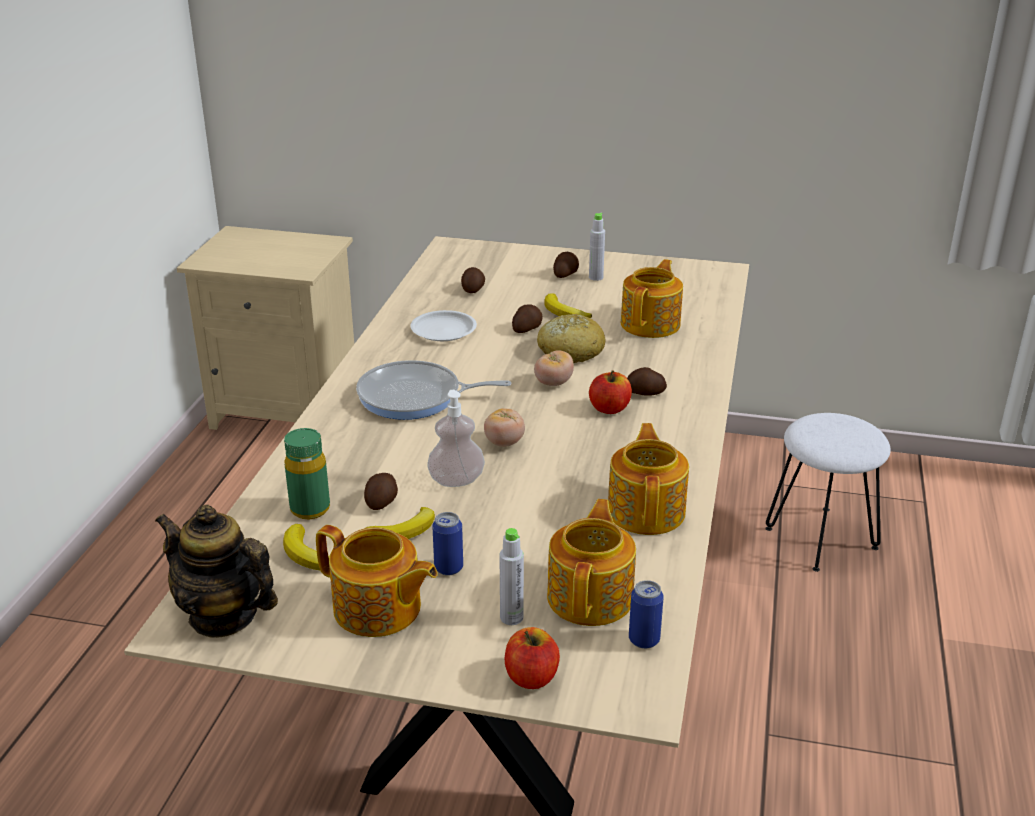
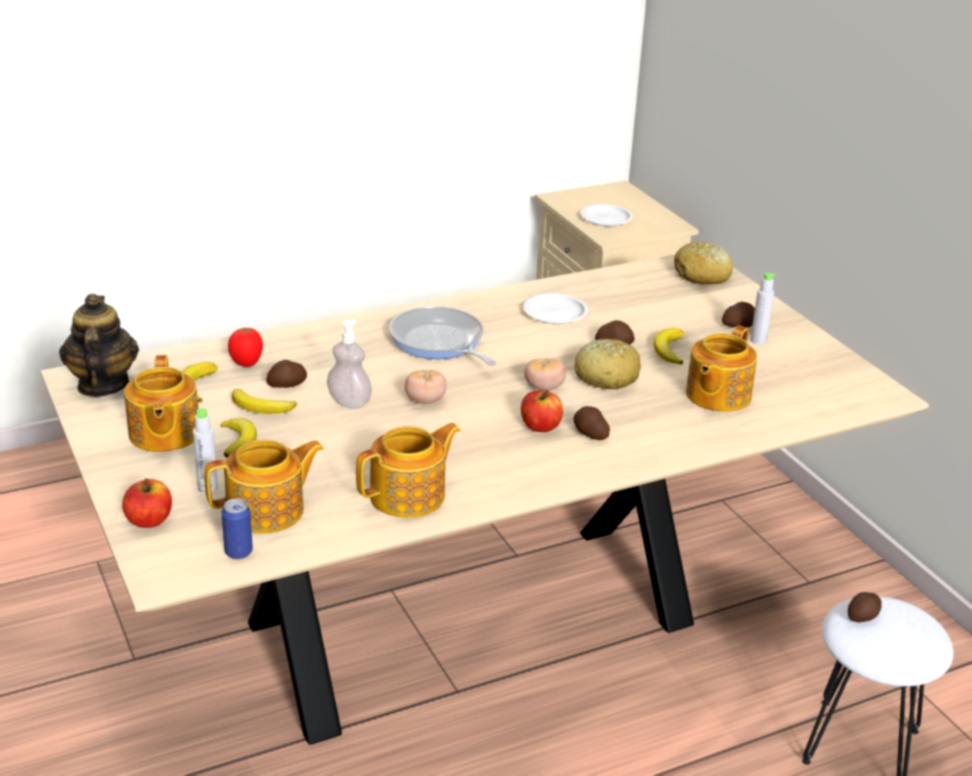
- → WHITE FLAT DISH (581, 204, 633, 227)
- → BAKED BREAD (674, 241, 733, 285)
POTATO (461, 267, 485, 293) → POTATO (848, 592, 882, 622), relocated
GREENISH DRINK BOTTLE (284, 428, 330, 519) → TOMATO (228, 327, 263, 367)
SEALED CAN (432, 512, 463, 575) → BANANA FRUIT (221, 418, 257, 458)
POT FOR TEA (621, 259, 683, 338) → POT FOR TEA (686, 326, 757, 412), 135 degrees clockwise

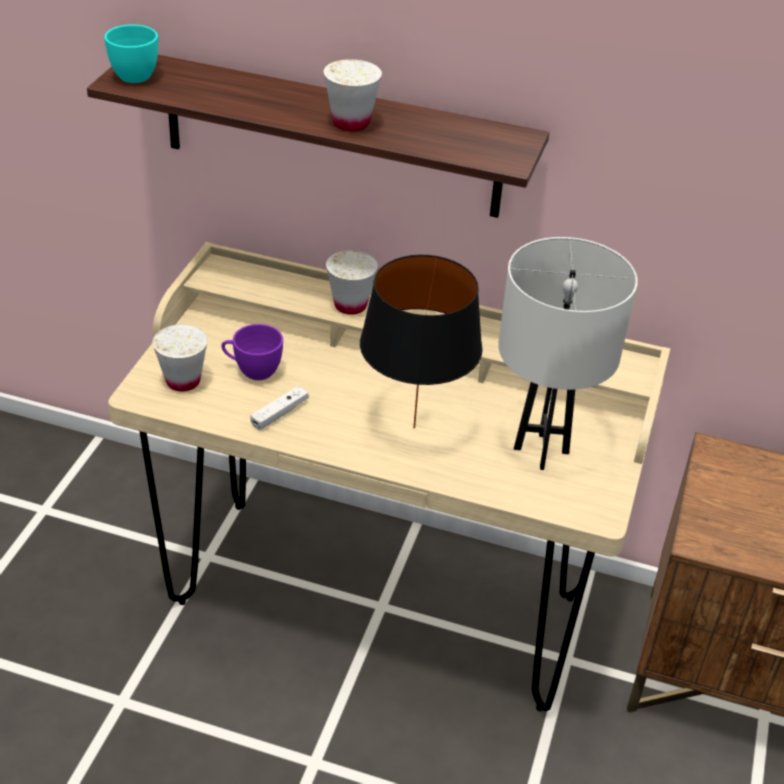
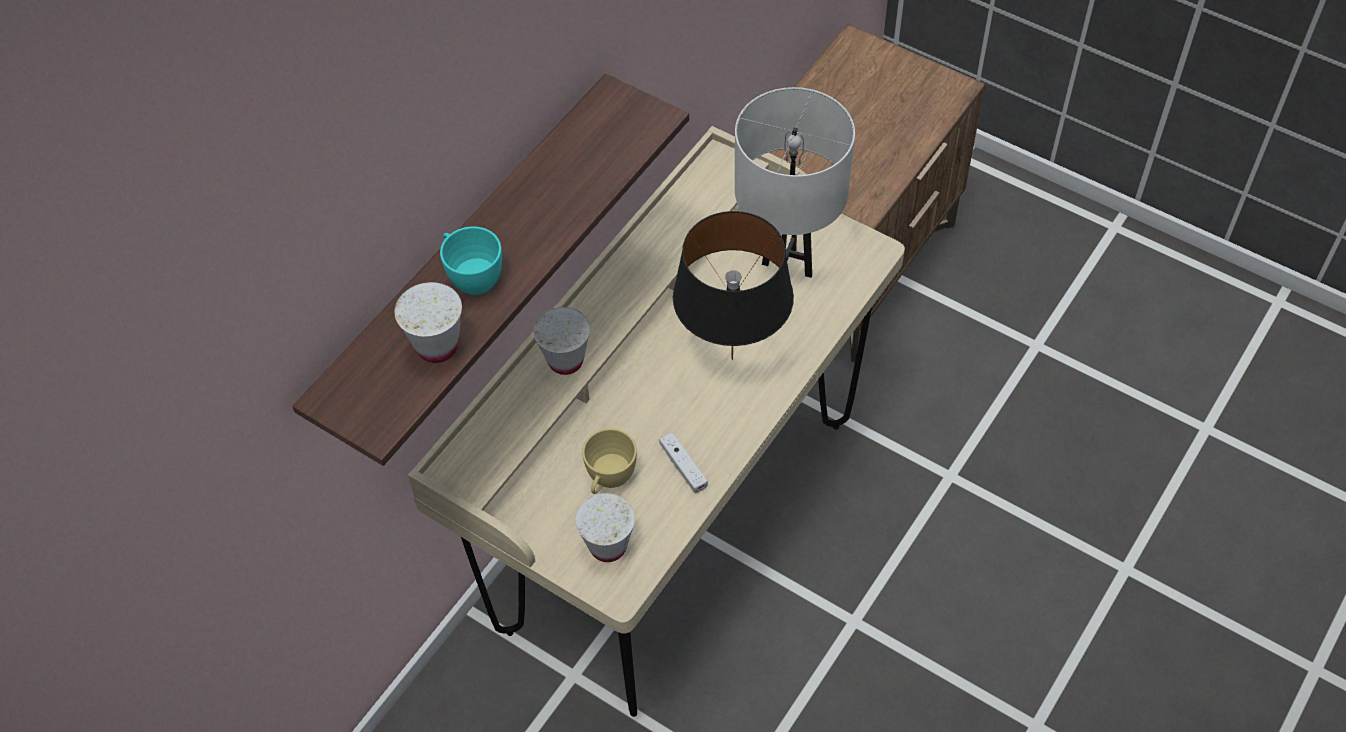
TURQUOISE CUP (104, 25, 159, 83) → TURQUOISE CUP (440, 226, 502, 295), relocated
WHITE CUP (323, 59, 382, 132) → WHITE CUP (394, 282, 462, 363), relocated
PURPLE-COLOURED CUP (221, 324, 283, 380) → YELLOW-COLOURED CUP (582, 428, 637, 494)

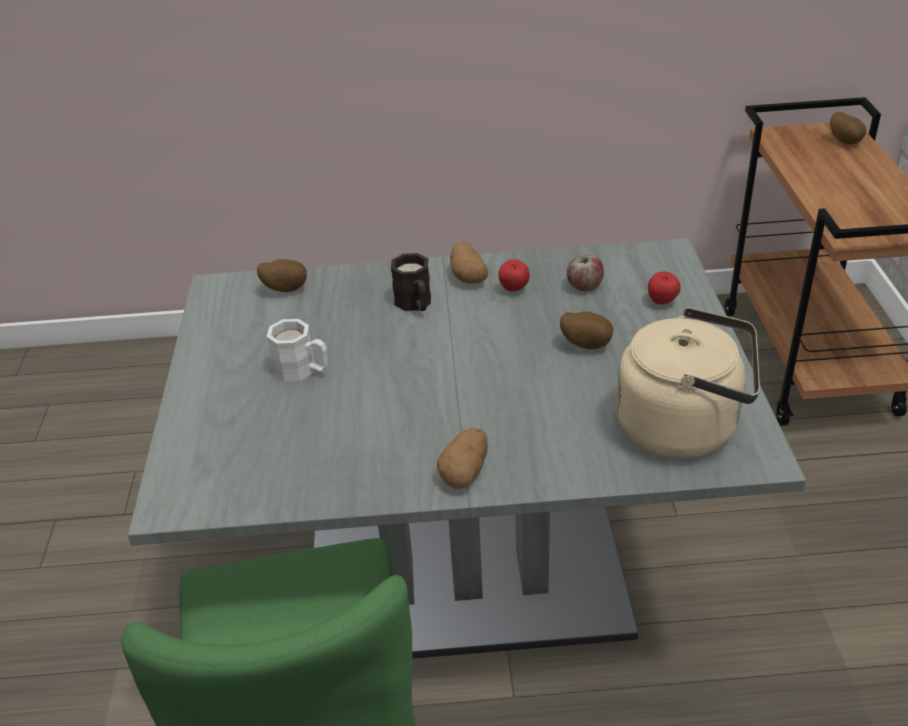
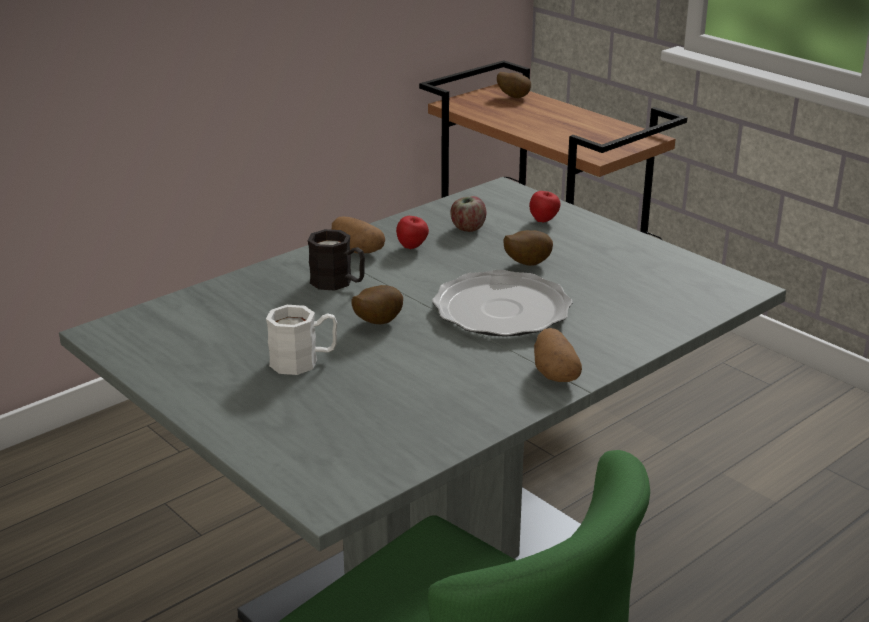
BEIGE WATER KETTLE (616, 307, 760, 458) → -
- → FLAT DISH (432, 270, 573, 337)
POTATO (257, 259, 307, 292) → POTATO (351, 285, 403, 324), relocated

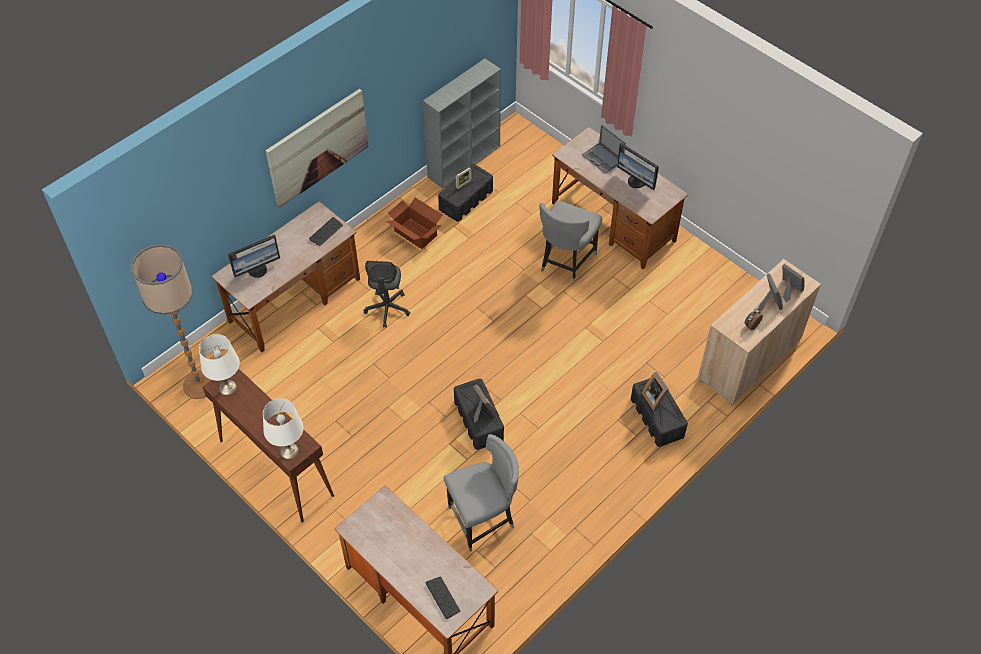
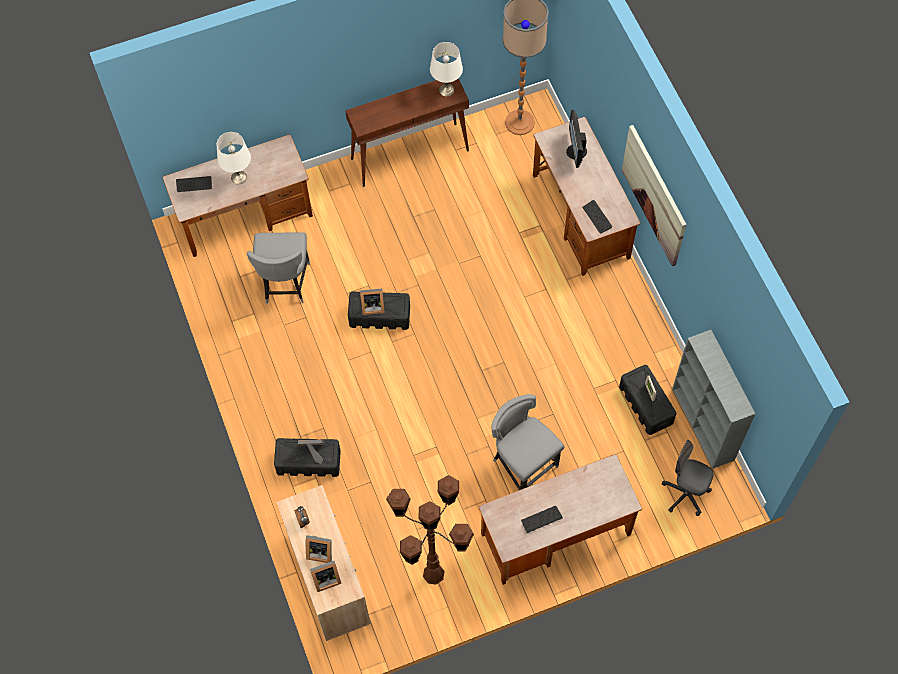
CARTON (386, 197, 442, 249) → -
LAPTOP (582, 125, 626, 174) → -
- → BROWN-COLOURED STANDING LAMP (386, 475, 474, 585)
WHITE TABLE LAMP (263, 398, 304, 459) → WHITE TABLE LAMP (217, 132, 251, 184), relocated
GREYISH DESK CHAIR (363, 261, 410, 328) → GREYISH DESK CHAIR (662, 440, 714, 516), relocated
COMPUTER DISPLAY (617, 143, 659, 190) → PC KEYBOARD (521, 506, 563, 533)

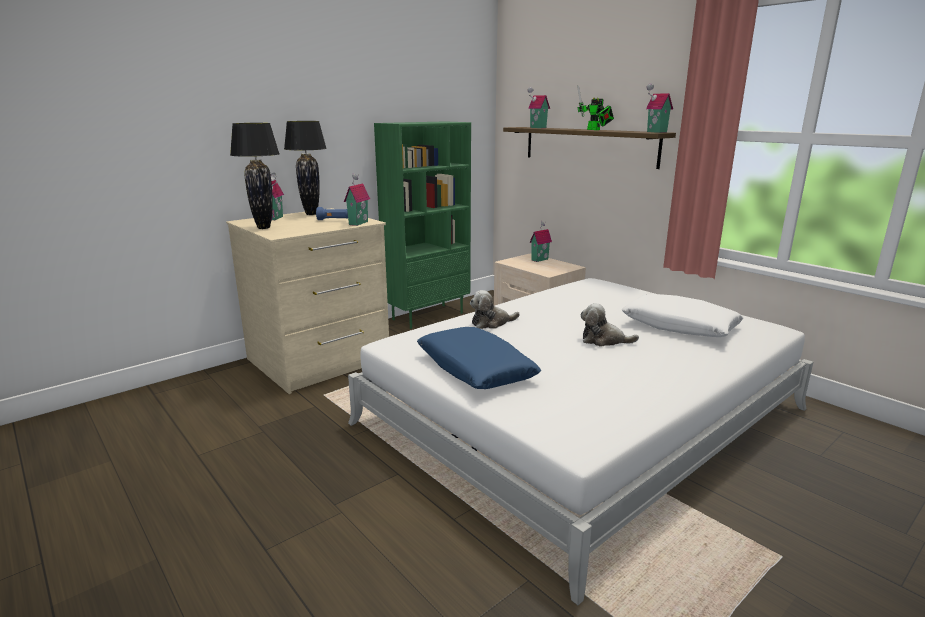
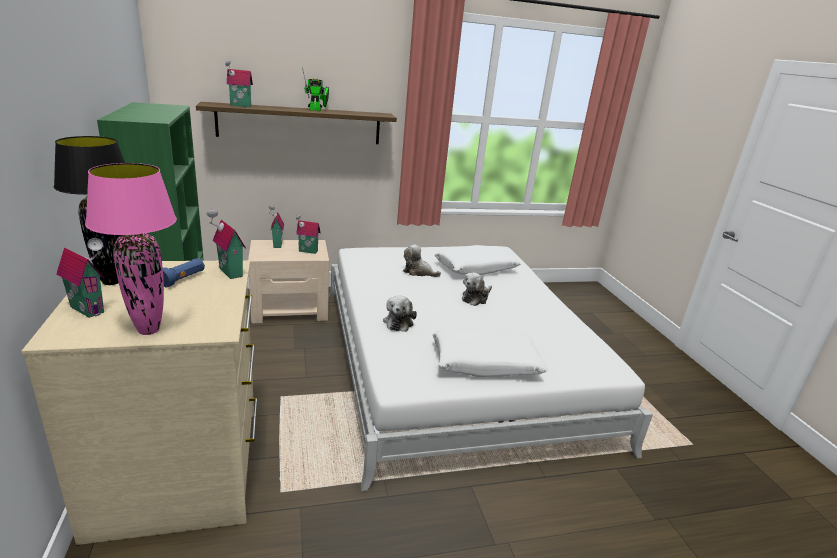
- → PLUSH TOY (403, 244, 441, 277)
MINIATURE HOUSE (646, 83, 673, 133) → MINIATURE HOUSE (296, 214, 320, 254), relocated
BLACK TABLE LAMP (230, 123, 280, 229) → PINK-COLOURED TABLE LAMP (85, 163, 177, 335)
BLUE THROW PILLOW (417, 327, 541, 389) → WHITE THROW PILLOW (433, 329, 548, 377)

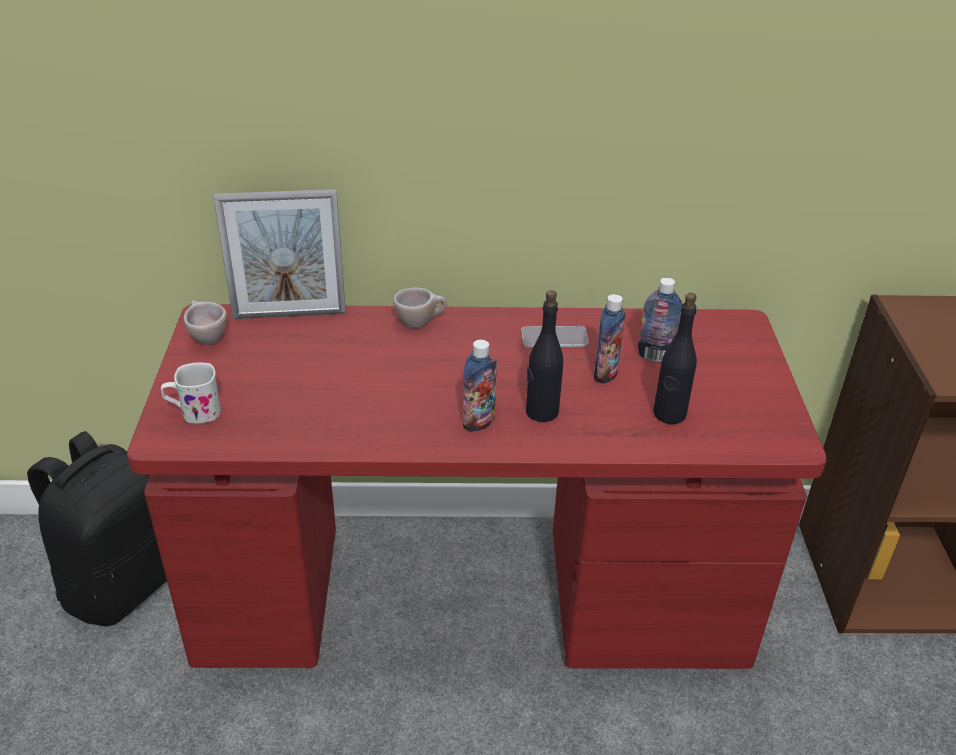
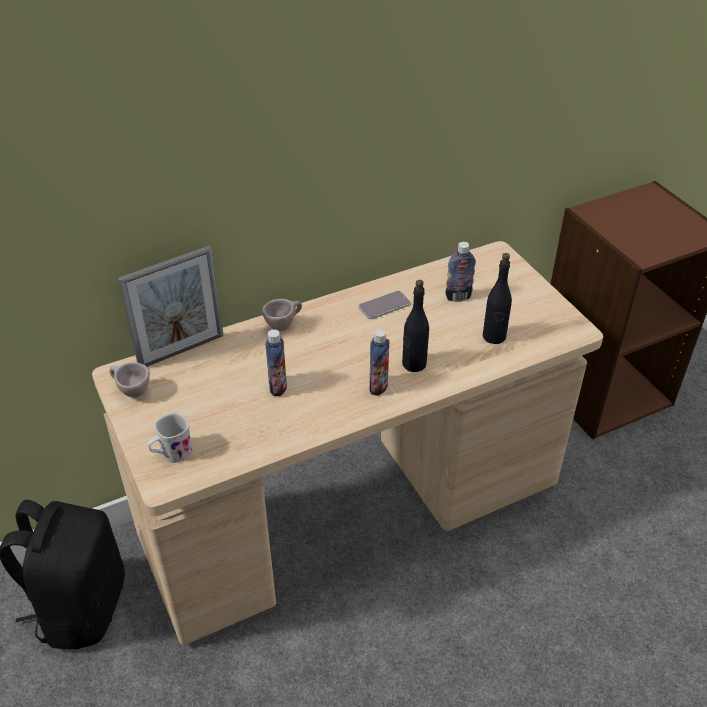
DRINK BOTTLE (594, 294, 626, 384) → DRINK BOTTLE (265, 329, 287, 396), relocated
REDDISH DESK UNIT (127, 304, 827, 669) → BEIGE DESK UNIT (92, 241, 603, 645)

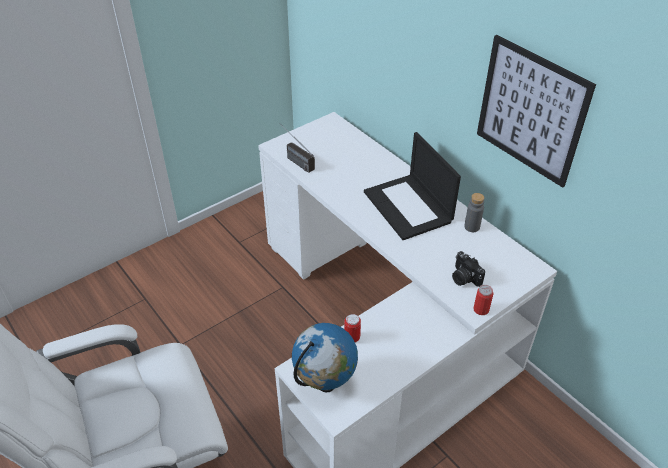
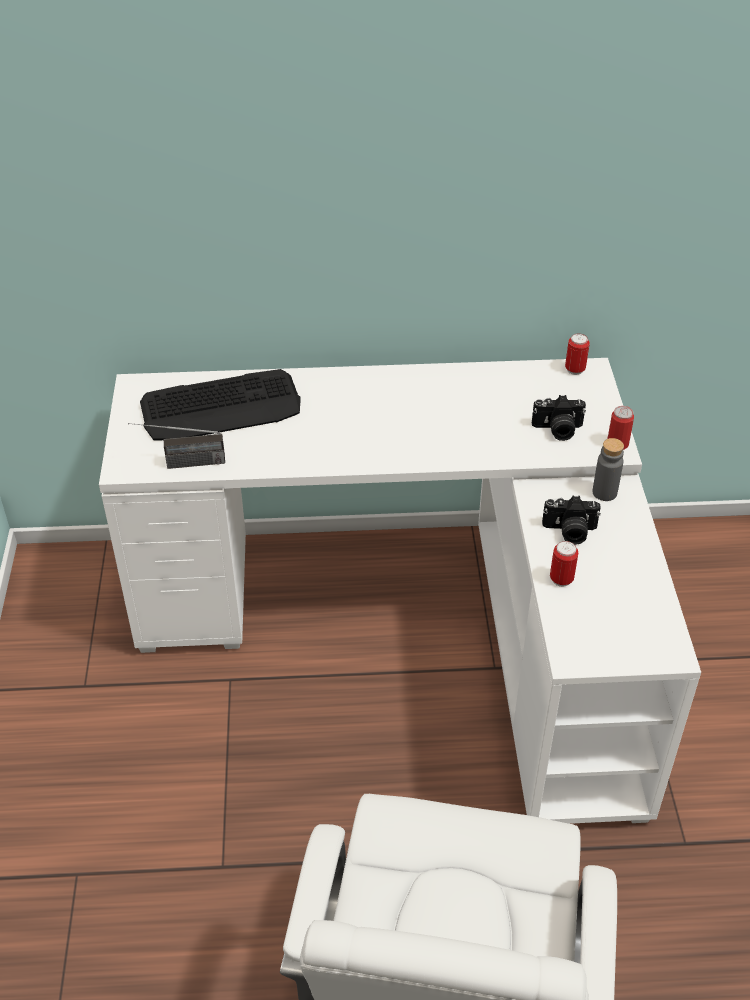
WORLD GLOBE (292, 323, 358, 392) → -
LAPTOP (364, 132, 461, 240) → -
WALL PICTURE (477, 35, 596, 188) → -
- → PC KEYBOARD (140, 369, 301, 440)
- → STILL CAMERA (542, 495, 601, 545)
- → SEALED CAN (565, 334, 590, 375)
GREYISH DRINK BOTTLE (464, 193, 485, 232) → GREYISH DRINK BOTTLE (592, 438, 624, 501), relocated

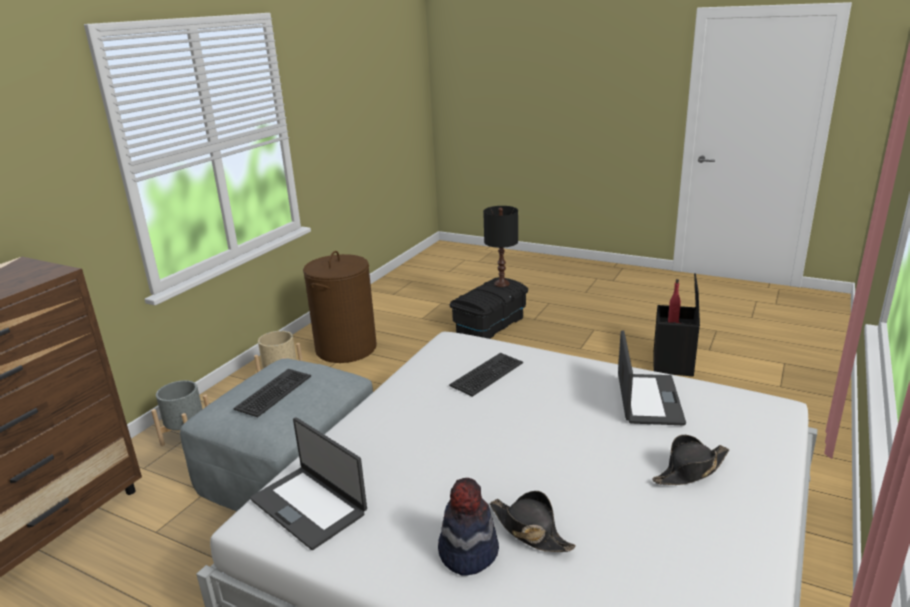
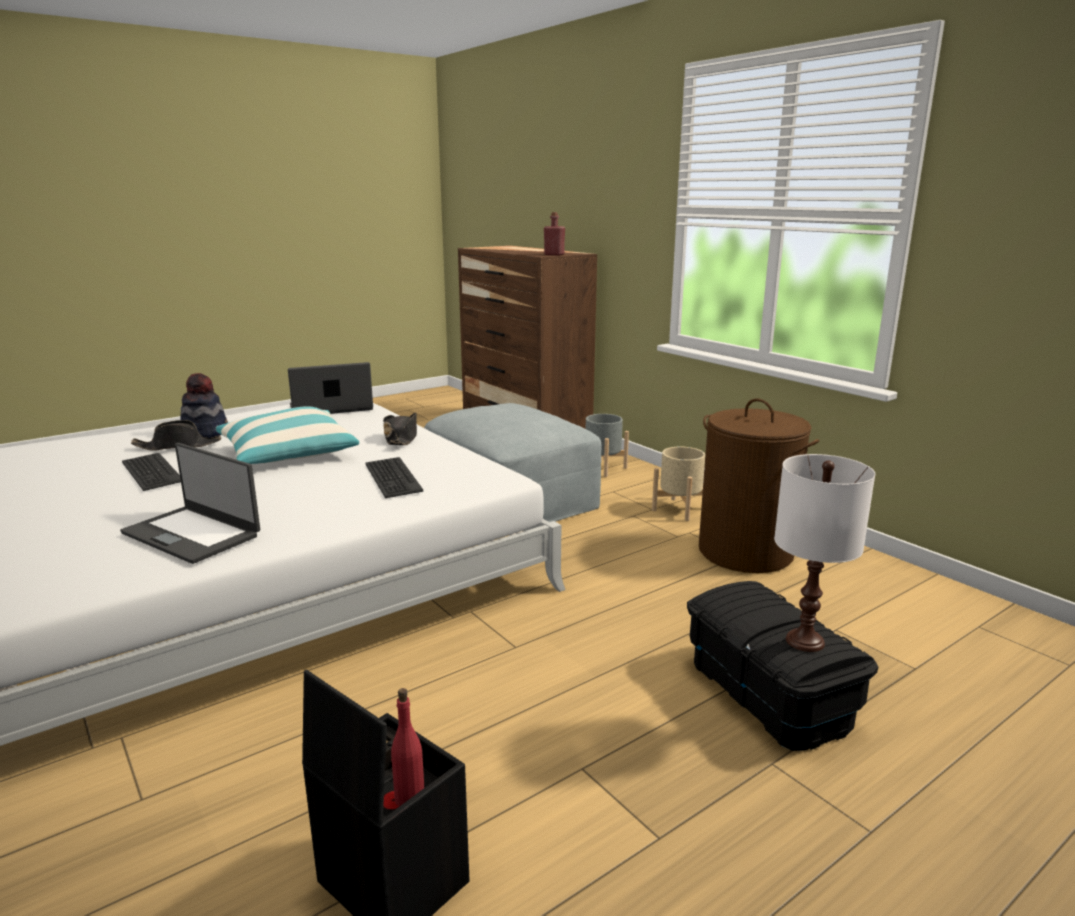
- → THROW PILLOW (216, 406, 359, 464)
- → REDDISH DRINK BOTTLE (544, 212, 565, 256)
PC KEYBOARD (234, 369, 311, 417) → PC KEYBOARD (122, 453, 181, 491), relocated
BLACK HAT (652, 435, 729, 485) → BLACK HAT (383, 412, 417, 445), relocated
BLACK TABLE LAMP (483, 206, 518, 287) → WHITE TABLE LAMP (774, 454, 875, 652)

